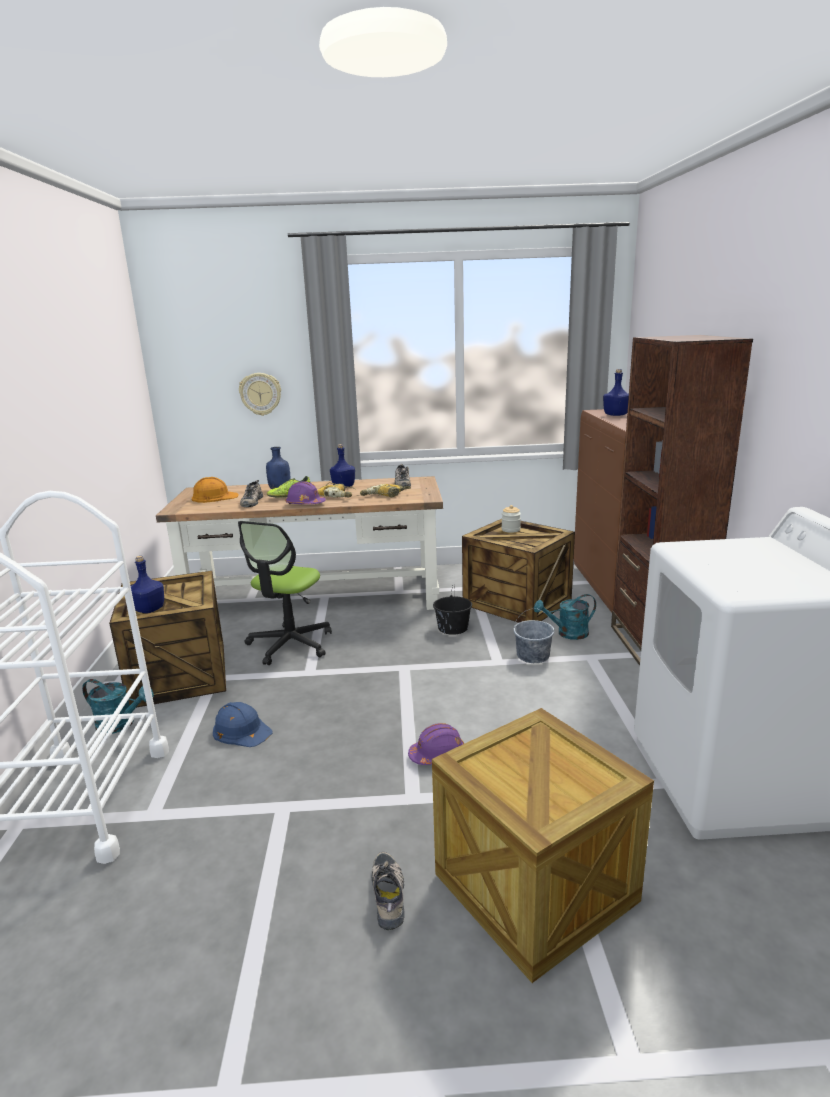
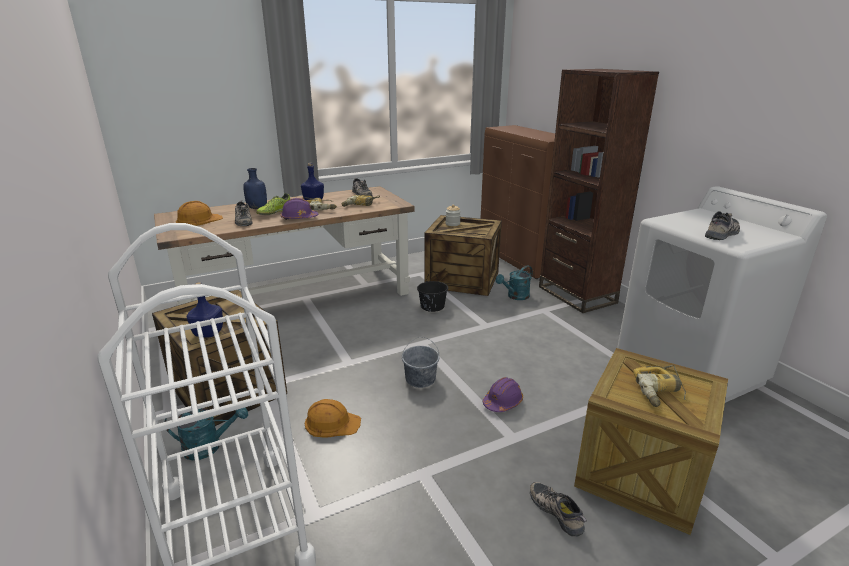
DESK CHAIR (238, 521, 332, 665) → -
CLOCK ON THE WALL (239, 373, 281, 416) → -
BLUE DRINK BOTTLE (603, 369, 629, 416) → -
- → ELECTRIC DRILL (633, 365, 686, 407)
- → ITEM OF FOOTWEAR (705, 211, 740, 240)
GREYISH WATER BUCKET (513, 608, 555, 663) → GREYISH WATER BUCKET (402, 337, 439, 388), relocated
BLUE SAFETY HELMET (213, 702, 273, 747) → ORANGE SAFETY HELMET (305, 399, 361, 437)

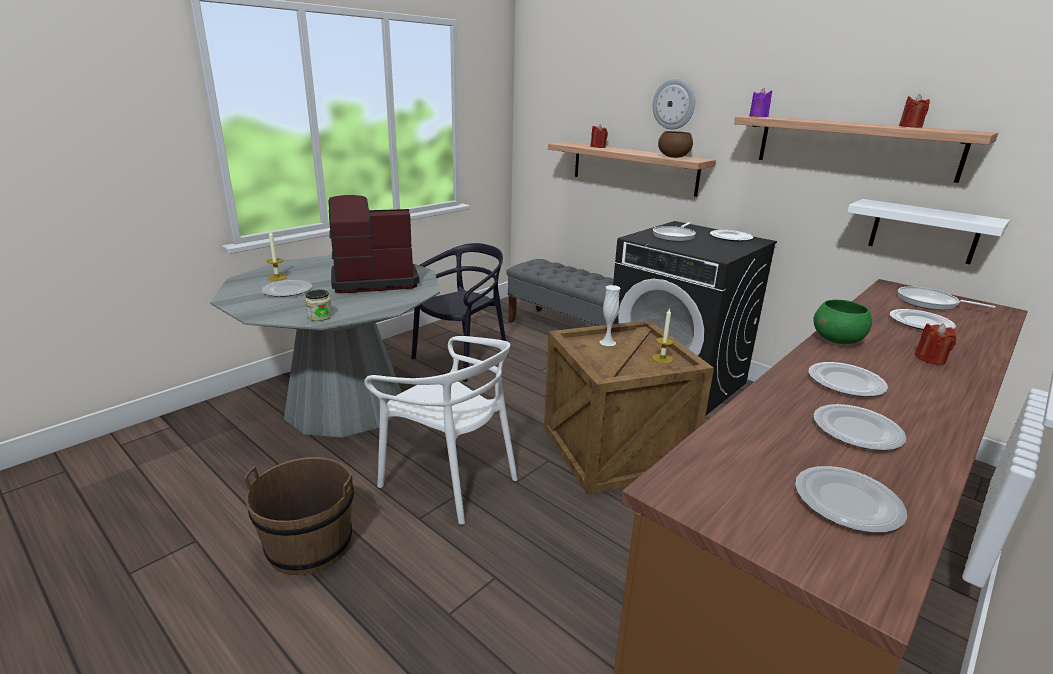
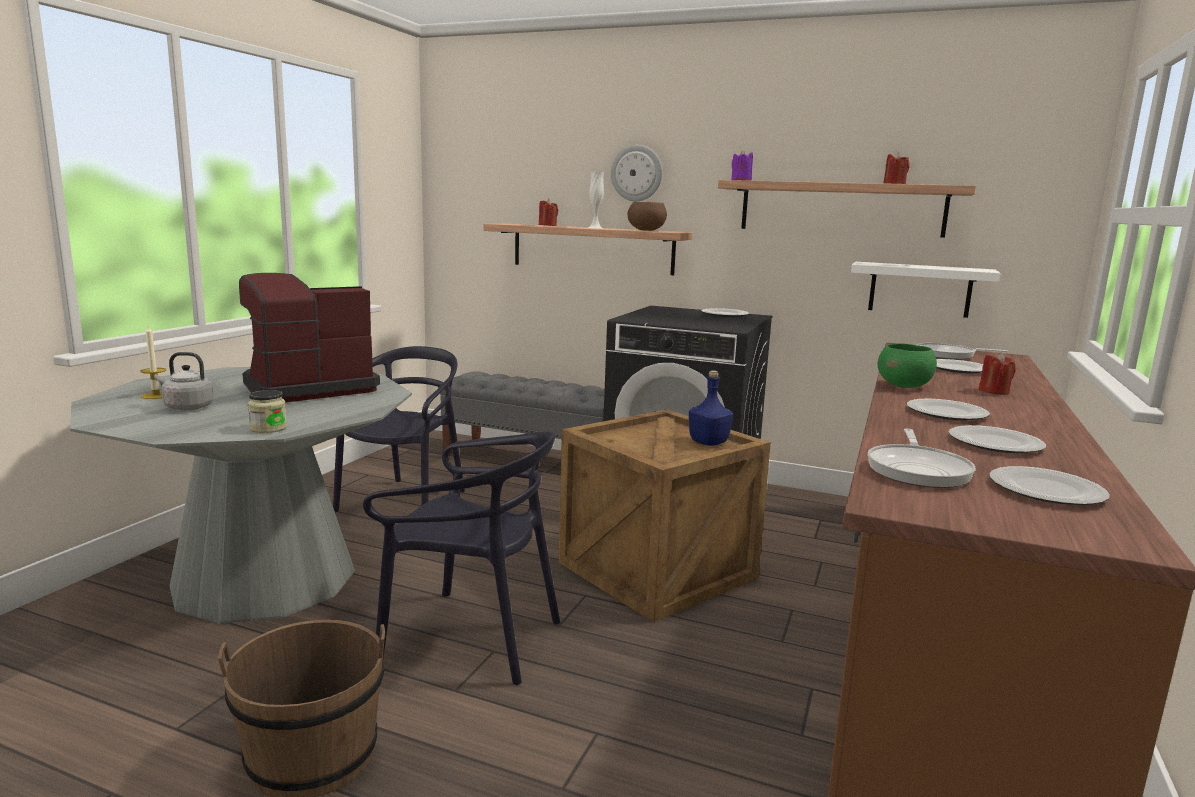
WHITE VASE (600, 285, 621, 346) → WHITE VASE (588, 172, 604, 228), relocated
SKILLET (653, 222, 696, 242) → SKILLET (868, 429, 976, 488), relocated
FLAT DISH (261, 280, 312, 297) → GREYISH WATER KETTLE (154, 352, 214, 410)
CANDLE (652, 308, 674, 364) → BLUE DRINK BOTTLE (689, 370, 733, 446)
WHITE UPRIGHT CHAIR (364, 336, 518, 525) → BLACK UPRIGHT CHAIR (363, 432, 560, 685)

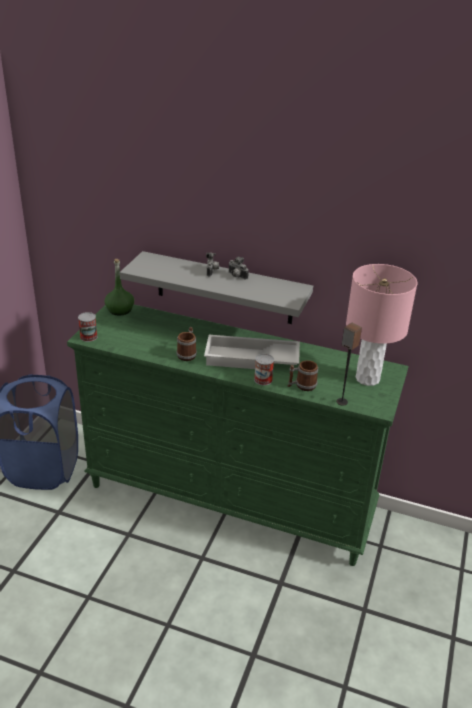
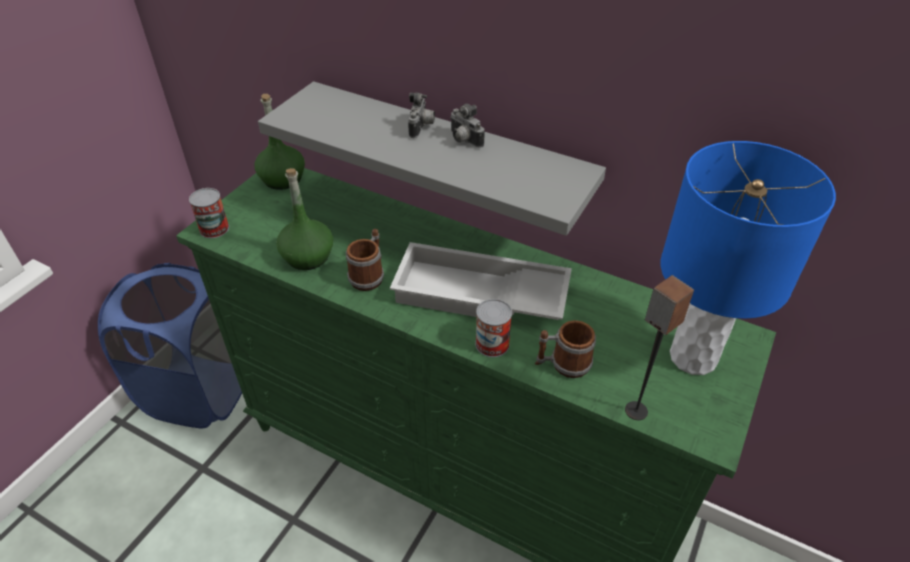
- → GREENISH DRINK BOTTLE (276, 168, 333, 270)
PINK-COLOURED TABLE LAMP (346, 264, 417, 386) → BLUE TABLE LAMP (661, 141, 836, 375)

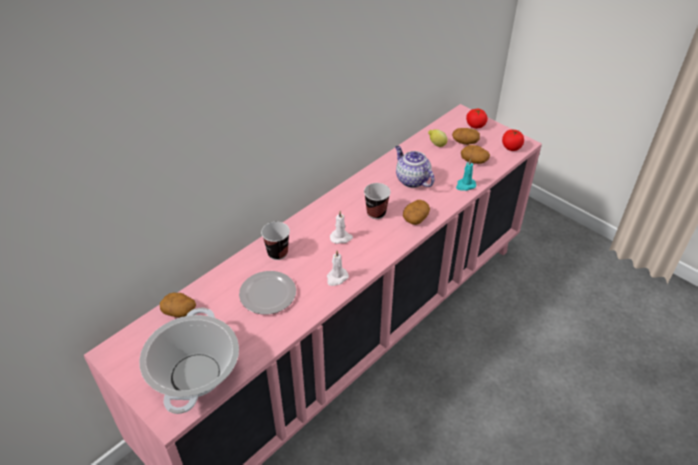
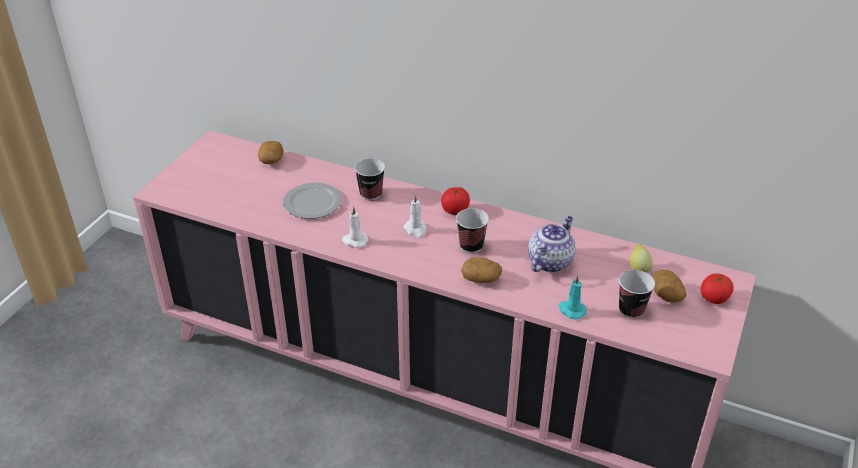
STOCKPOT (139, 308, 239, 414) → -
TOMATO (502, 129, 524, 151) → TOMATO (441, 187, 470, 215), relocated
POTATO (461, 145, 490, 164) → CUP (619, 270, 655, 319)

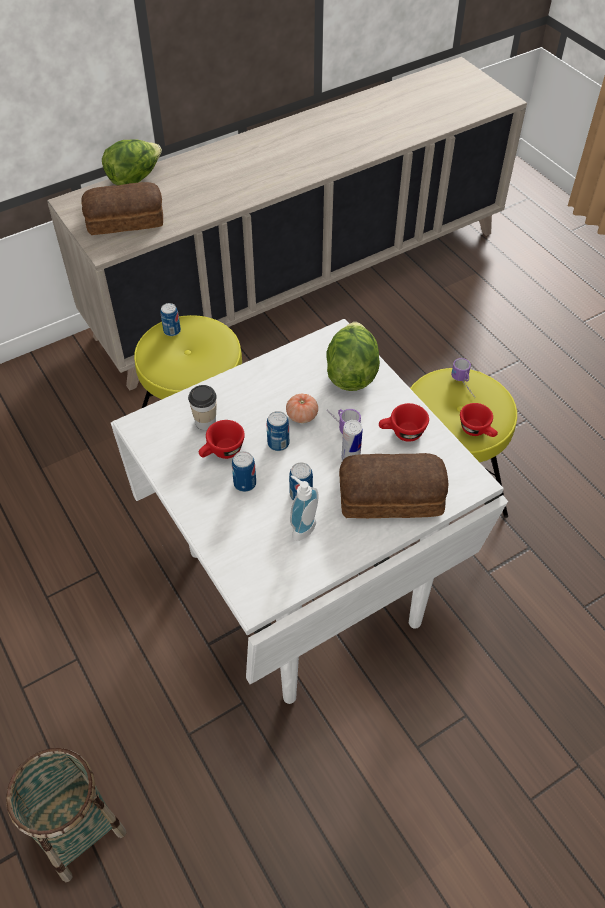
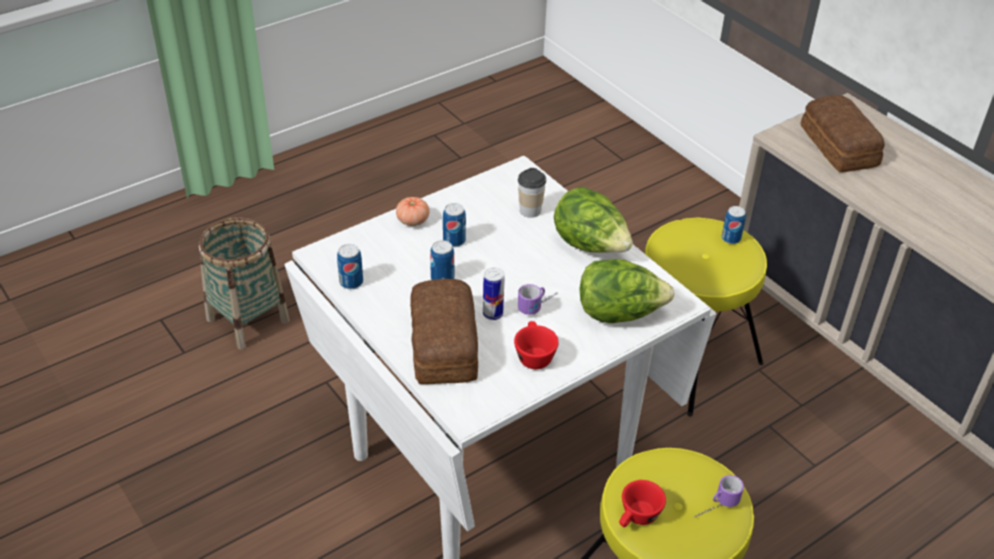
REDDISH CUP (199, 420, 245, 459) → -
LIQUID SOAP BOTTLE (290, 475, 319, 541) → -
LETTUCE HEAD (102, 139, 162, 185) → LETTUCE HEAD (554, 187, 633, 252), relocated
SEALED CAN (267, 411, 289, 451) → SEALED CAN (337, 244, 363, 289), relocated
TOMATO (286, 394, 318, 423) → TOMATO (396, 197, 429, 226), relocated

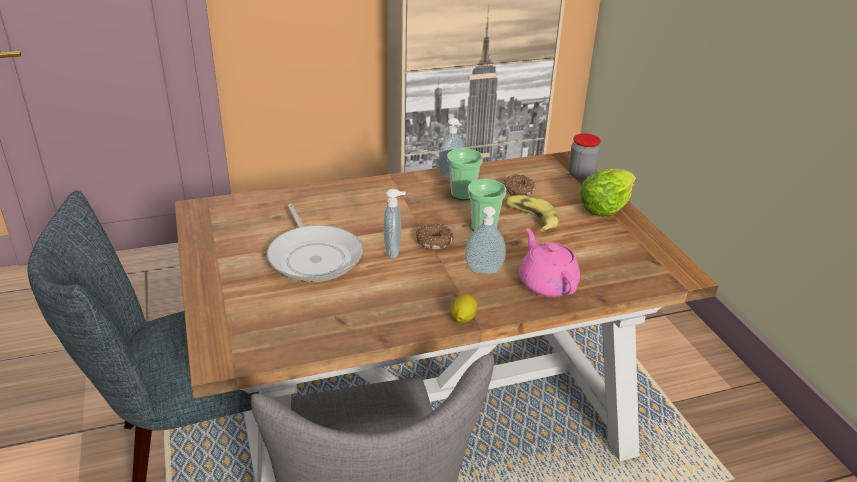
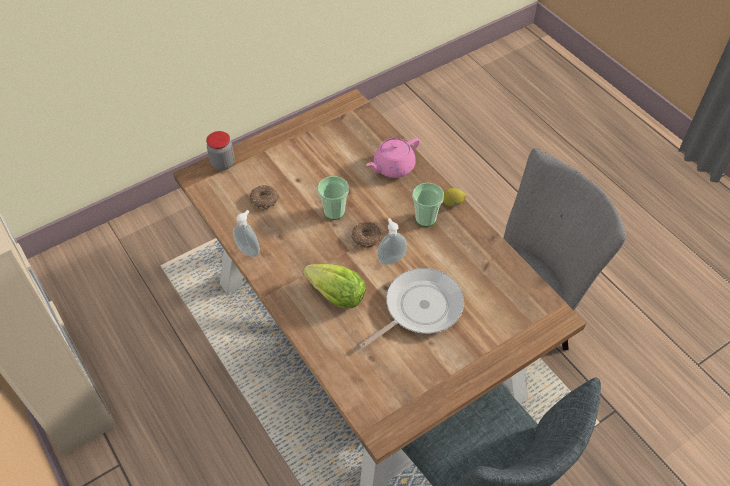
LIQUID SOAP BOTTLE (465, 206, 506, 274) → -
BANANA FRUIT (505, 195, 559, 233) → -
CUP (447, 148, 483, 200) → CUP (412, 183, 444, 227), relocated
LETTUCE HEAD (580, 169, 636, 217) → LETTUCE HEAD (303, 264, 366, 308), relocated

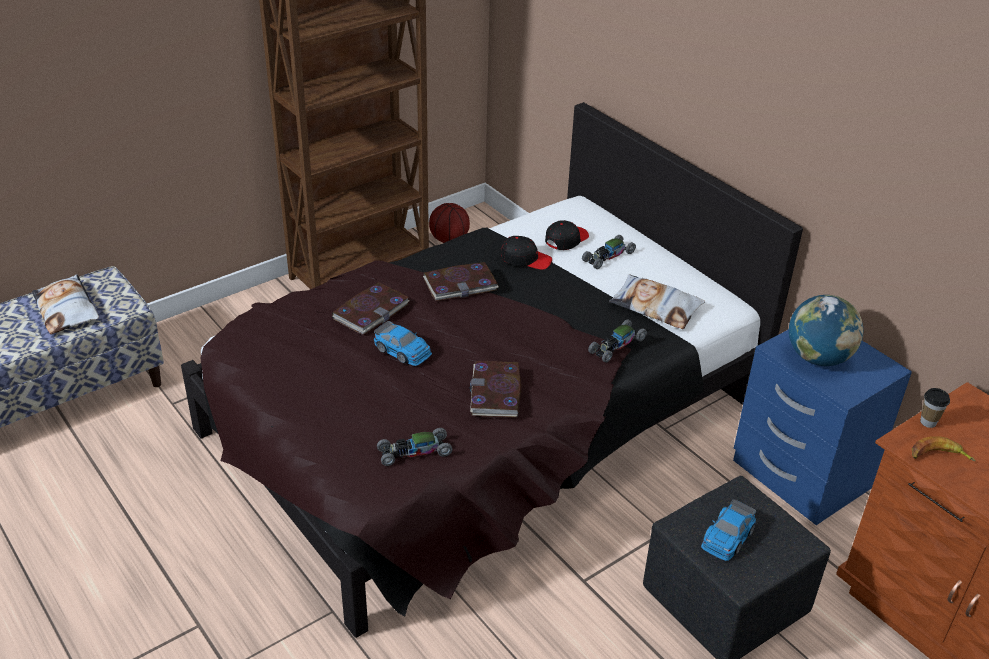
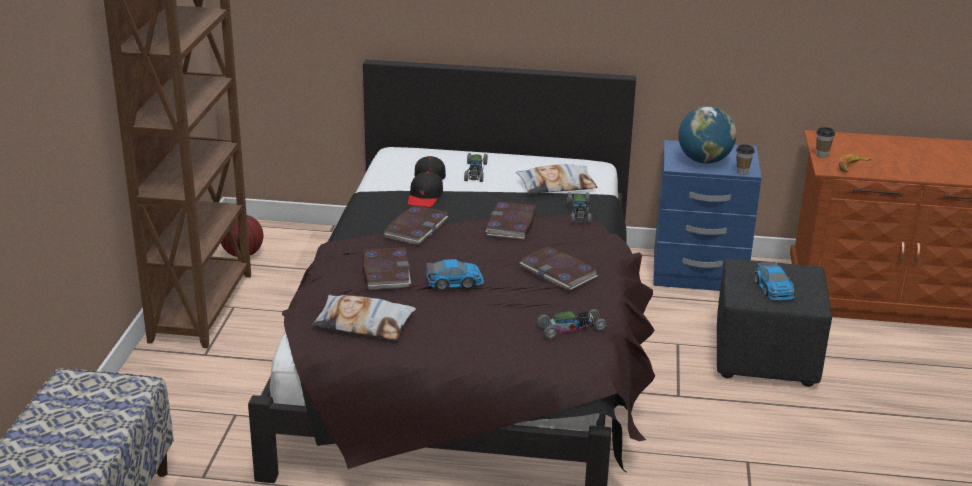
- → BOOK (486, 202, 535, 240)
- → CUP (736, 144, 755, 175)
THROW PILLOW (32, 274, 99, 335) → THROW PILLOW (312, 295, 416, 340), relocated
MODEL CAR (377, 428, 453, 466) → MODEL CAR (537, 309, 607, 339), 135 degrees counterclockwise
BLACK PEAKED CAP (501, 236, 552, 270) → BLACK PEAKED CAP (408, 171, 443, 207), 135 degrees clockwise

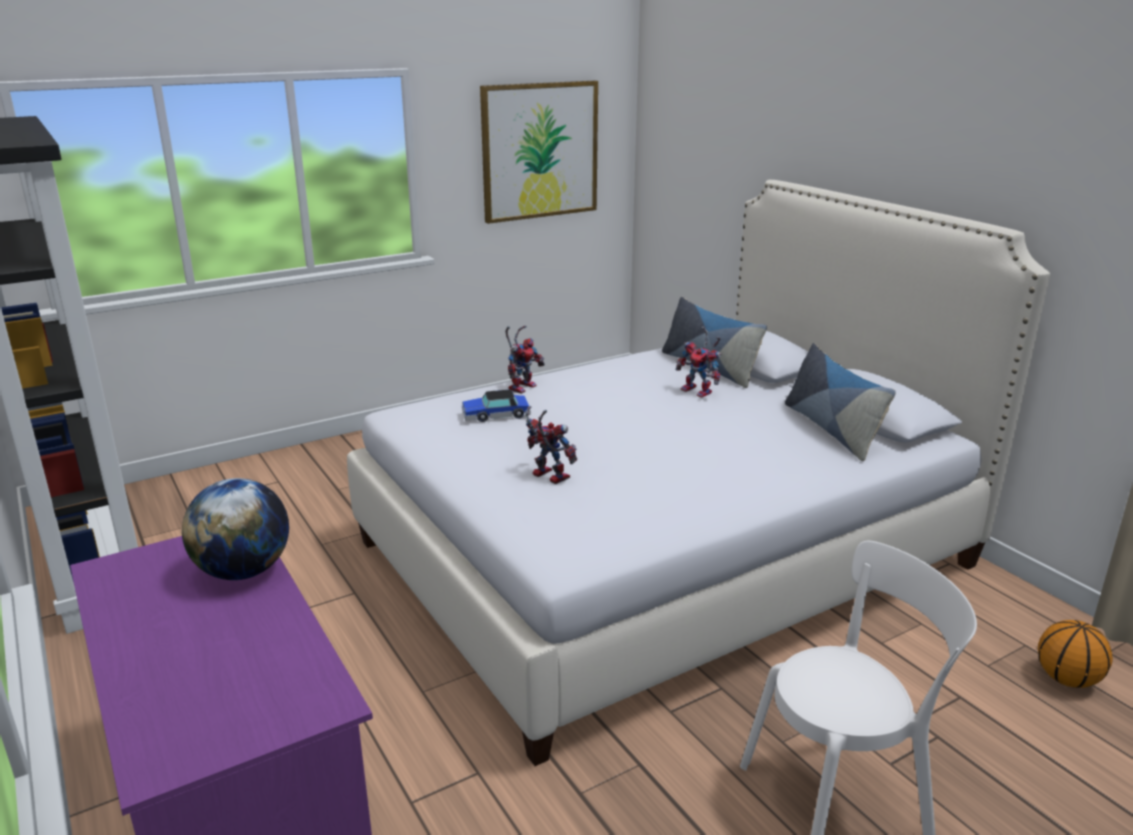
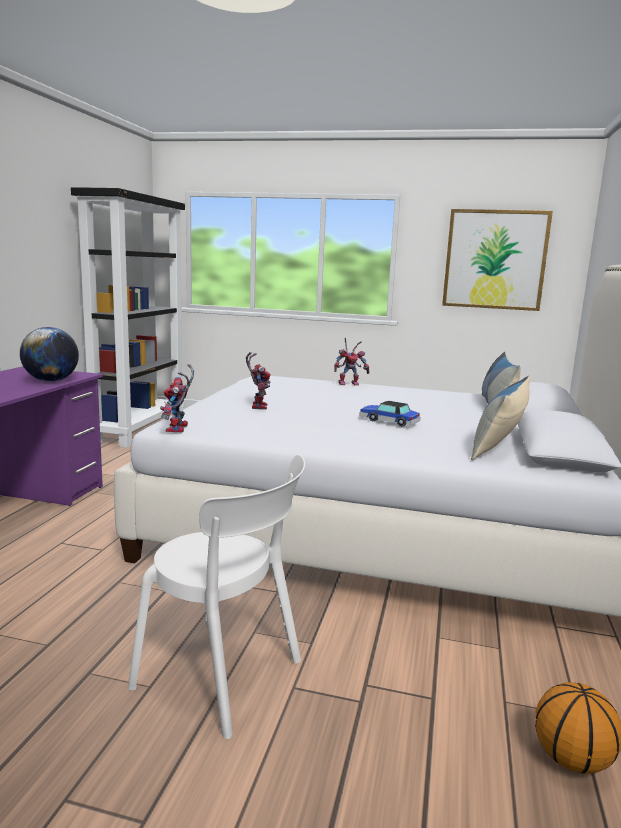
MODEL CAR (462, 389, 531, 422) → MODEL CAR (359, 401, 420, 427), relocated
TOY ROBOT (676, 326, 722, 398) → TOY ROBOT (160, 364, 194, 432), relocated

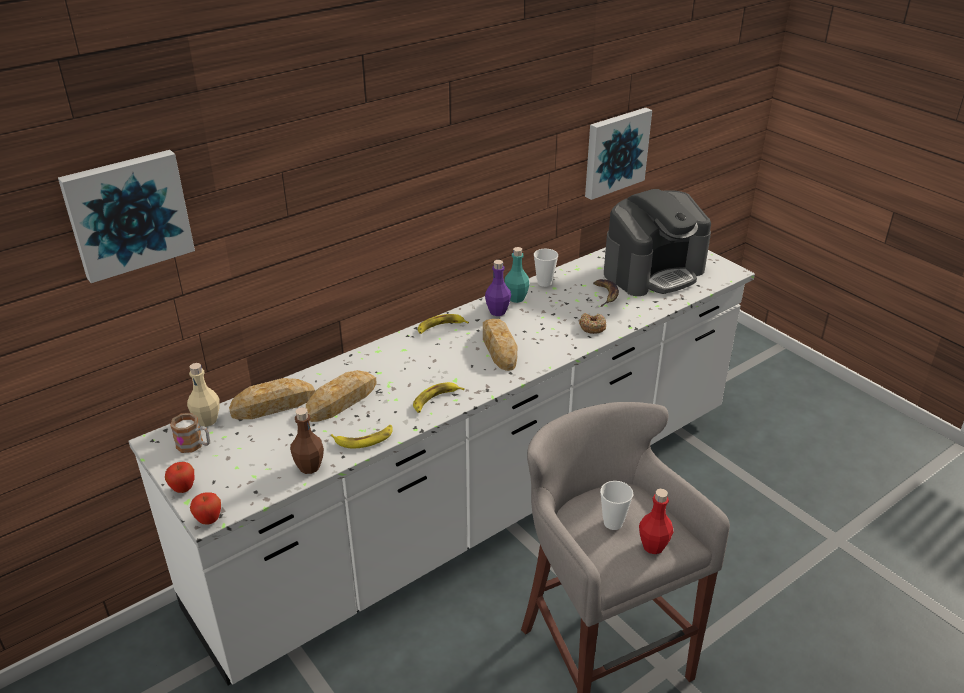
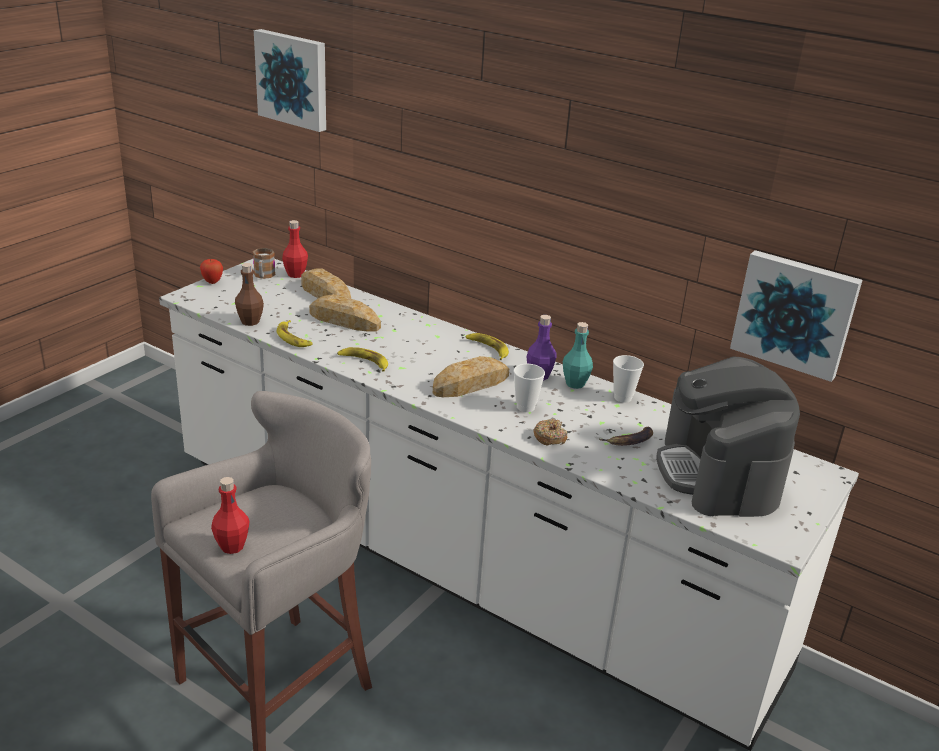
WHOLE APPLE (190, 492, 221, 524) → -
CUP (600, 481, 633, 530) → CUP (514, 364, 545, 412), relocated
BEIGE DRINK BOTTLE (187, 363, 220, 427) → REDDISH DRINK BOTTLE (282, 220, 308, 278)
COFFEE MAKER (604, 189, 711, 296) → COFFEE MAKER (656, 356, 800, 517), 45 degrees clockwise

